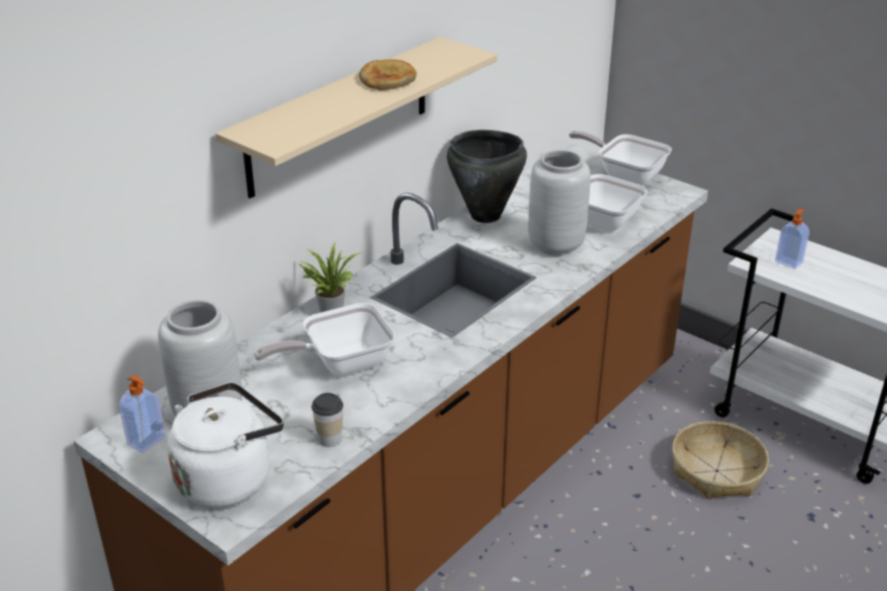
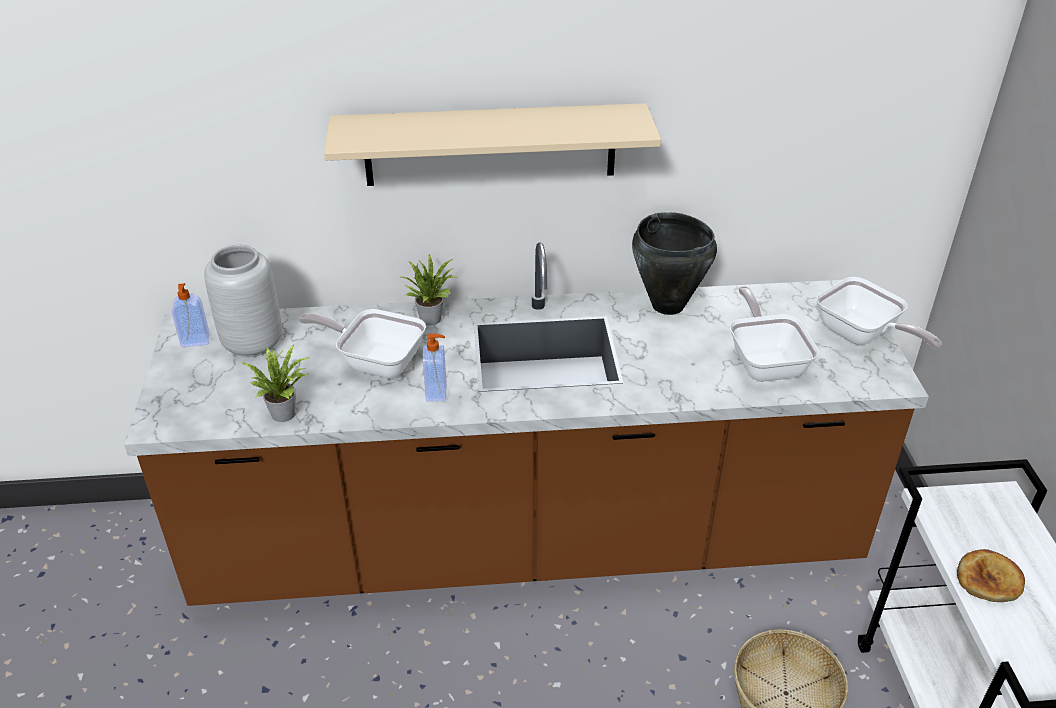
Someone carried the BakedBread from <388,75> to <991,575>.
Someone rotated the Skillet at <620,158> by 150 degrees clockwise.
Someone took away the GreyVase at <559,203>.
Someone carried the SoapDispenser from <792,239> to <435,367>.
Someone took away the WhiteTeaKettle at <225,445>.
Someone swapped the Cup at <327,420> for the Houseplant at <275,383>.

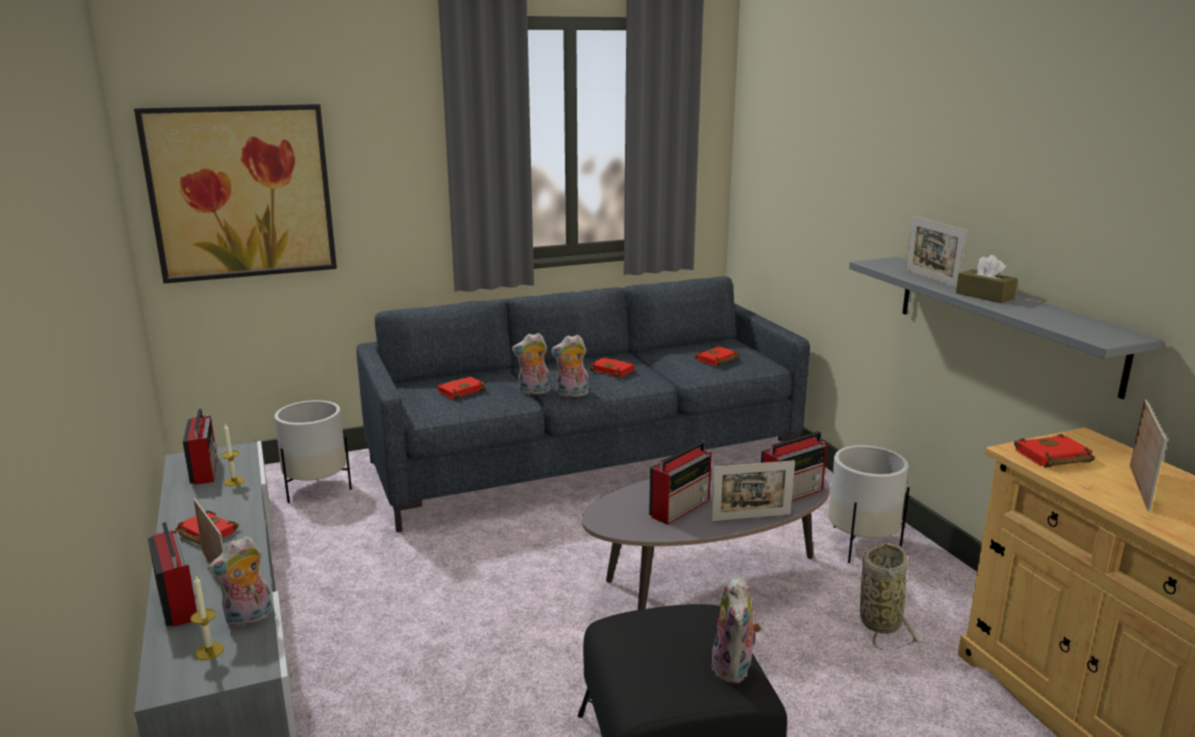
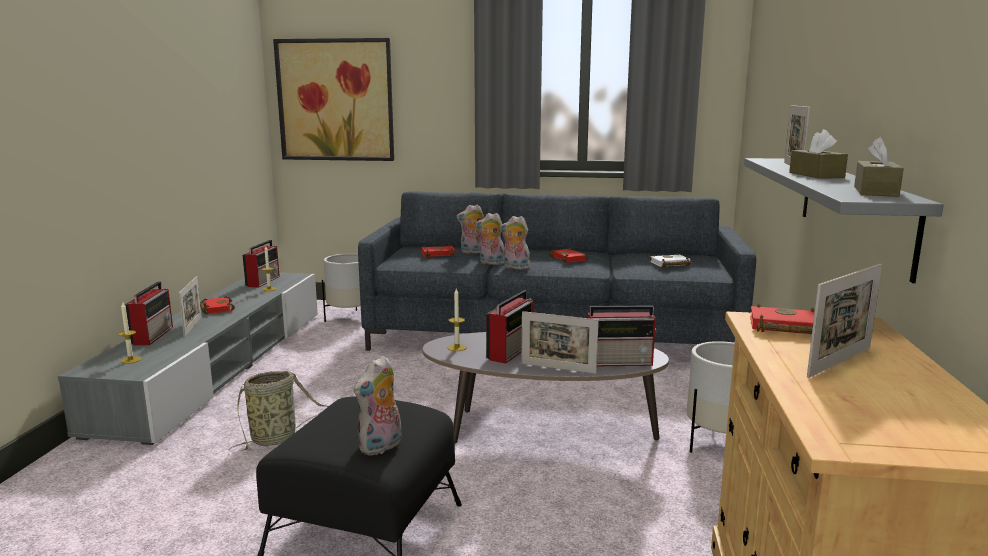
Someone repainted the RedBoundBook at <717,355>, which became the WhiteBoundBook at <670,260>.
Someone rotated the RadioSet at <680,483> by 45 degrees counterclockwise.
Someone carried the CuddlyToy from <240,581> to <470,229>.
Someone carried the Basket from <890,596> to <279,411>.
Someone put down the BrownTissueBox at <879,167>.
Someone put down the Candle at <457,320>.

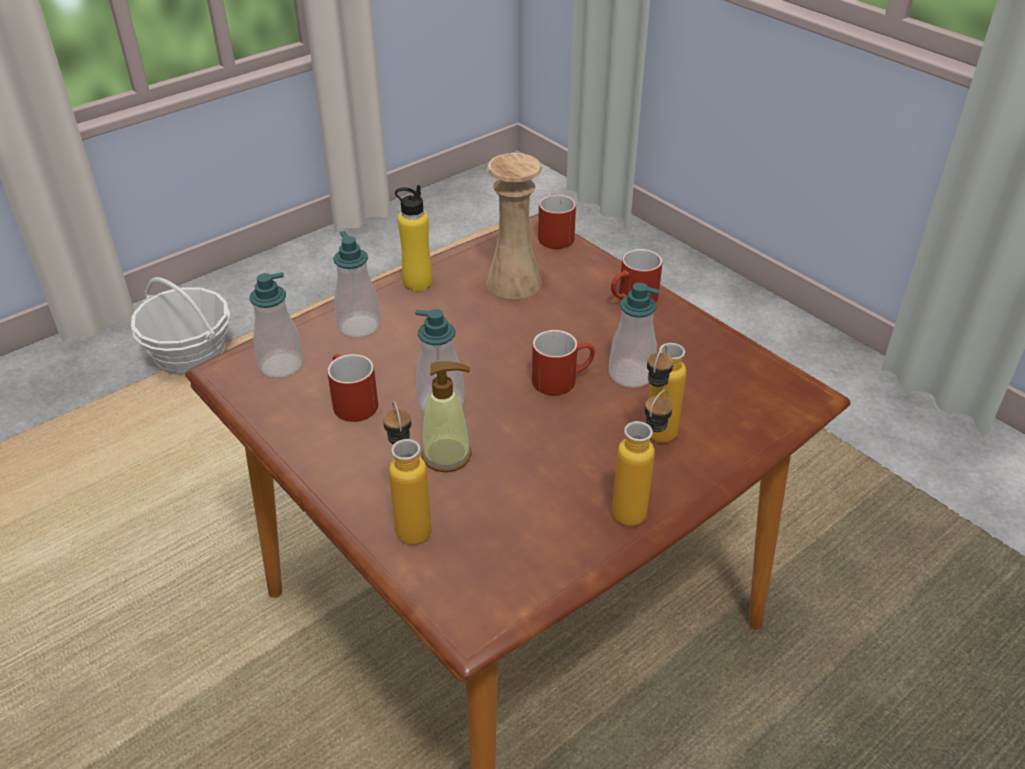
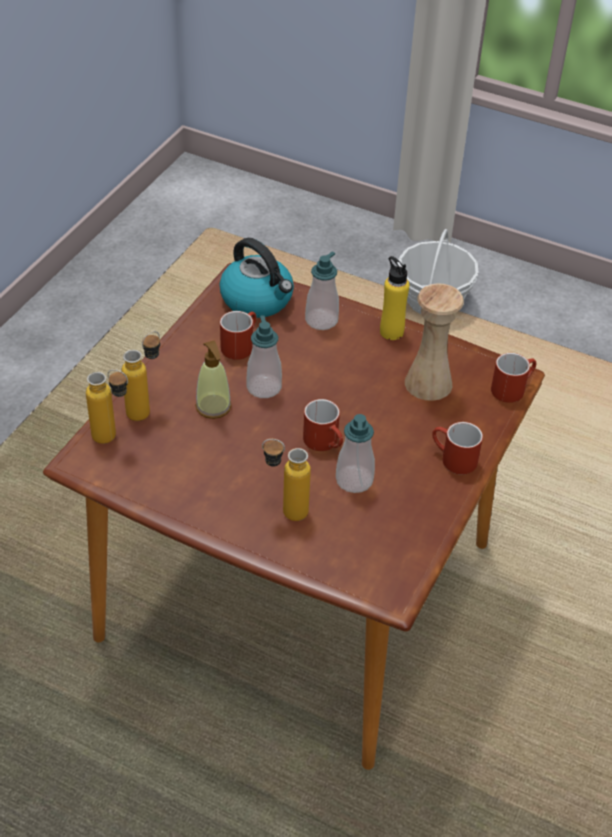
Someone swapped the SoapDispenser at <276,325> for the TeaKettle at <256,278>.
Someone carried the BeverageBottle from <642,458> to <107,406>.

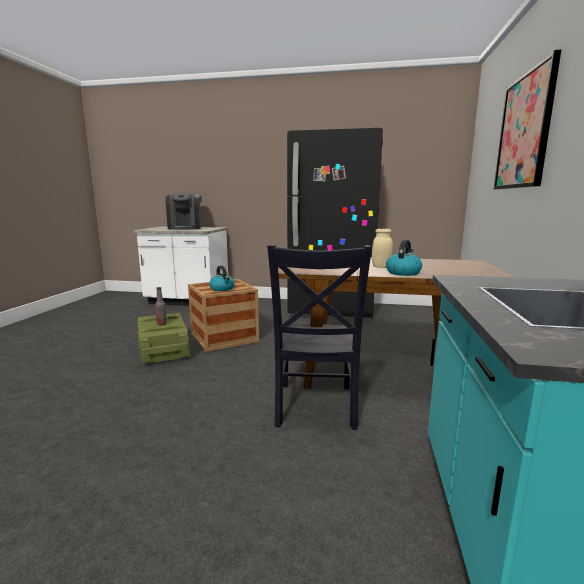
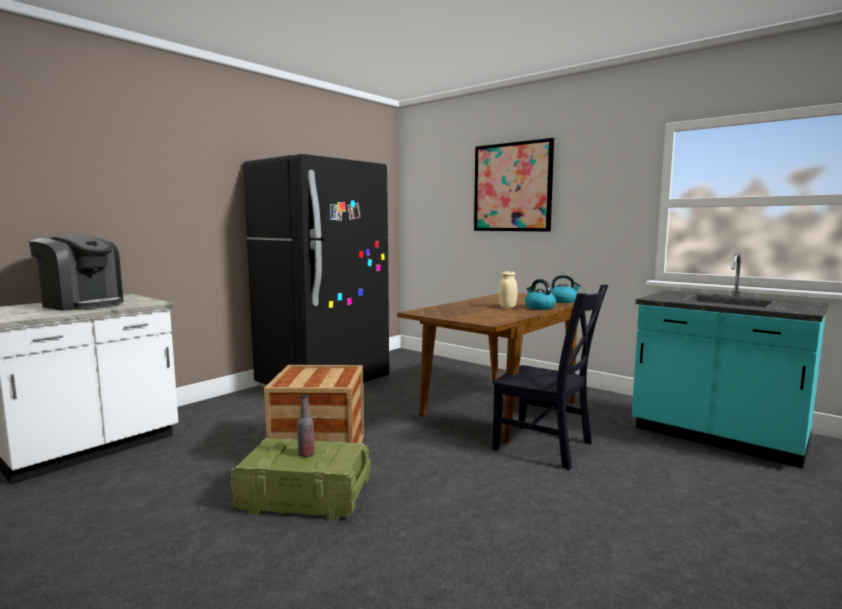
Someone carried the TeaKettle from <222,278> to <565,289>.

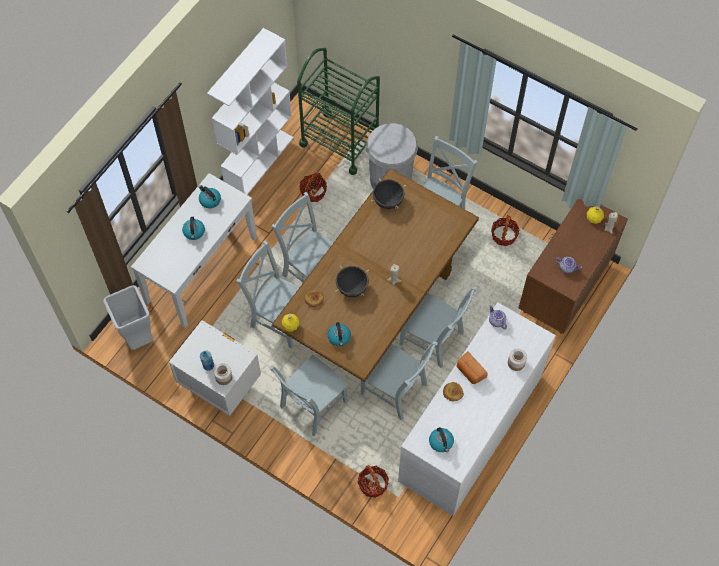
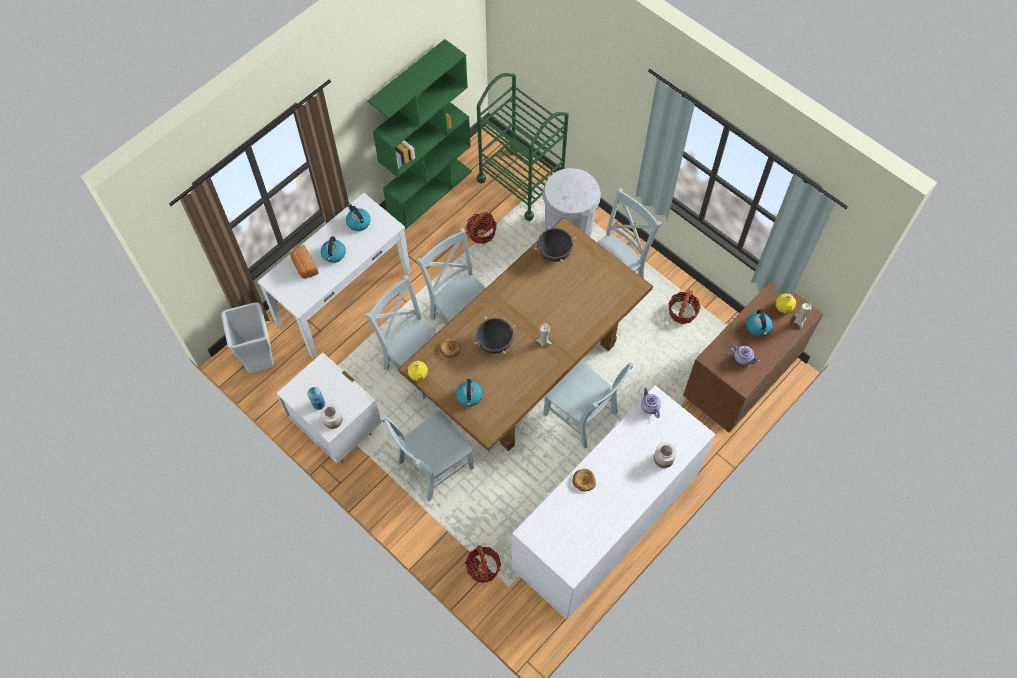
Someone repainted the WhiteBookshelf at <250,111>, which became the GreenishBookshelf at <419,134>.
Someone took away the GreyPlainChair at <399,380>.
Someone carried the BakedBread from <472,368> to <304,262>.
Someone carried the TeaKettle from <441,439> to <759,323>.

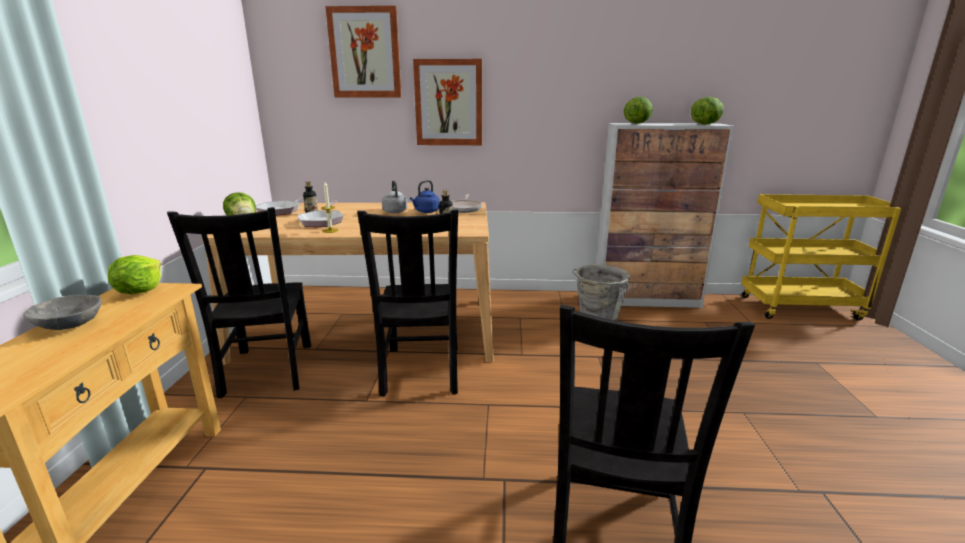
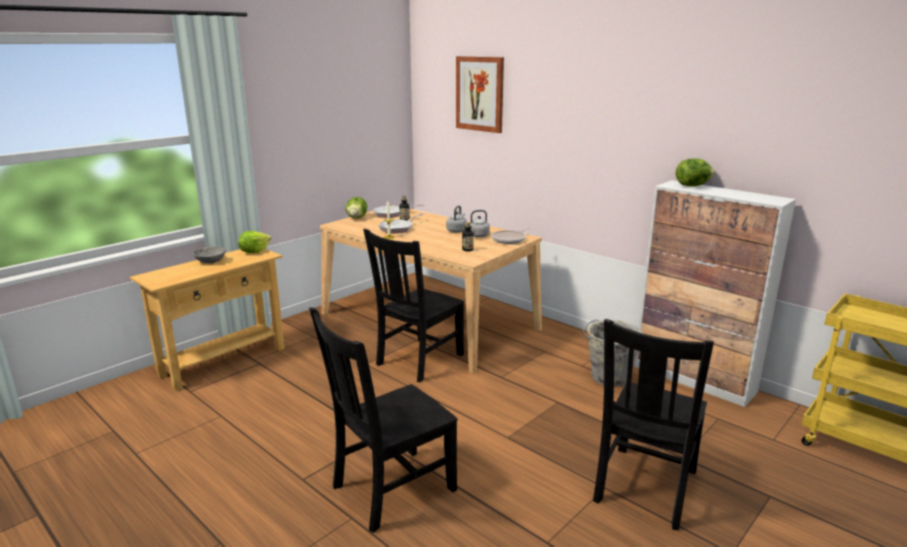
Someone took away the Picture at <447,102>.
Someone took away the LettuceHead at <707,110>.
Someone repainted the BlueTeaKettle at <425,196>, which became the GreyTeaKettle at <476,224>.
Someone carried the BlackColouredPlainChair from <239,302> to <653,425>.

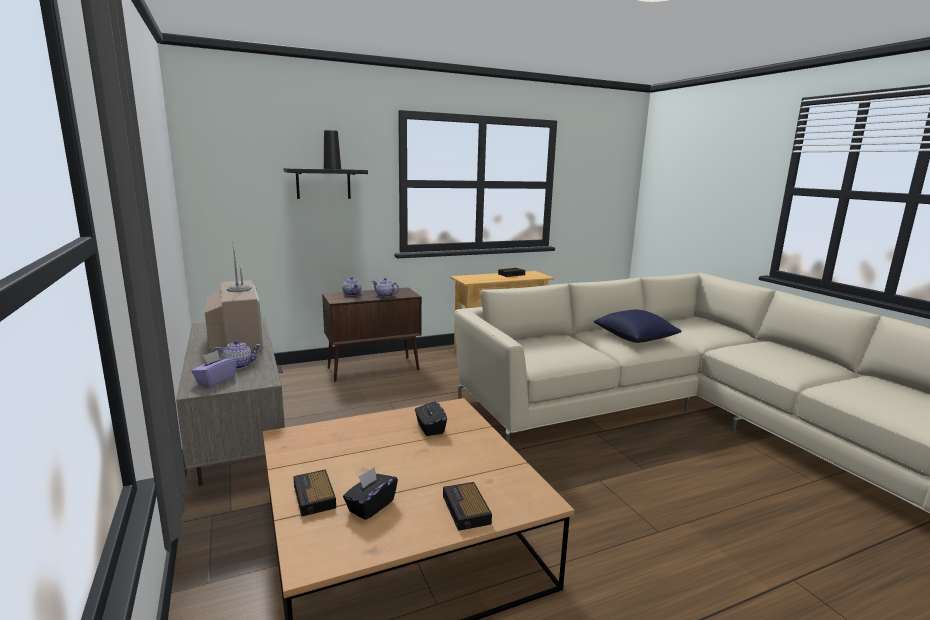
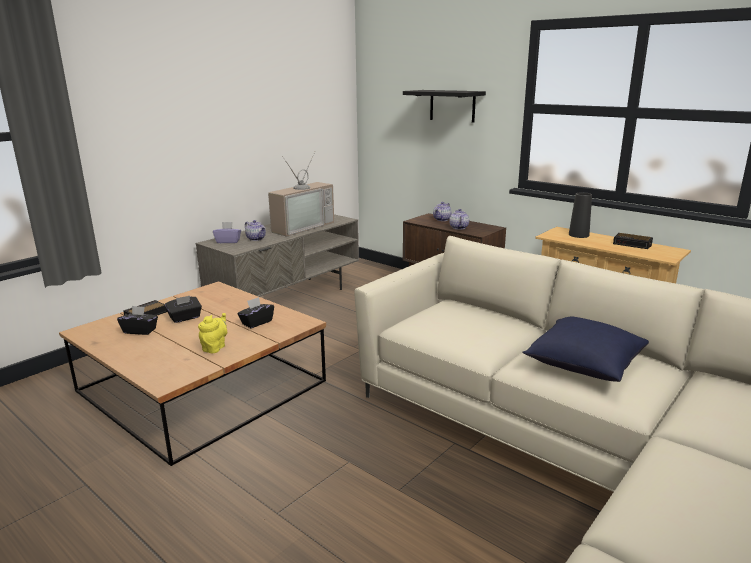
Someone carried the BlackColouredVase from <332,149> to <580,215>.
Someone took away the AlarmClock at <467,506>.
Someone put down the BlackColouredTissueBox at <183,309>.
Someone put down the YellowColouredTeaPot at <212,333>.

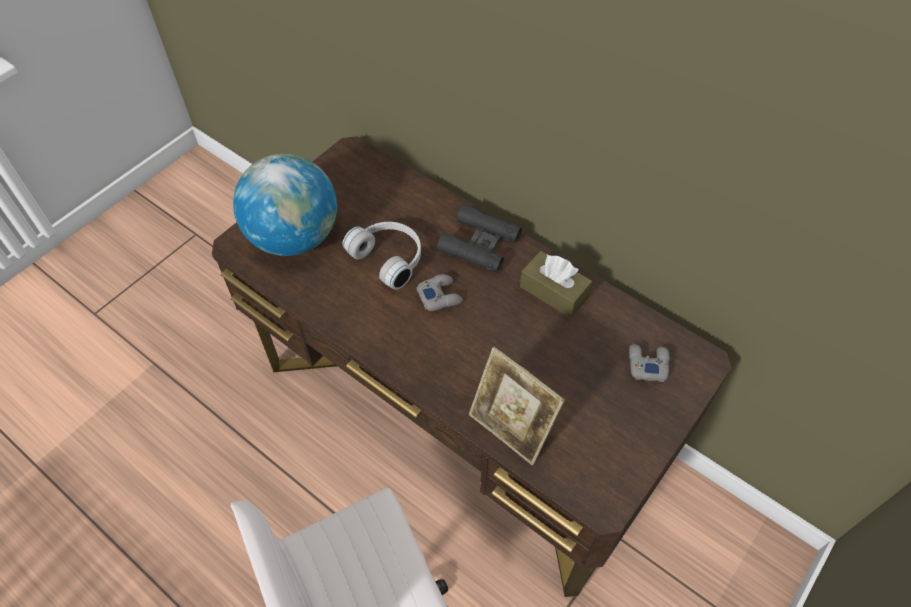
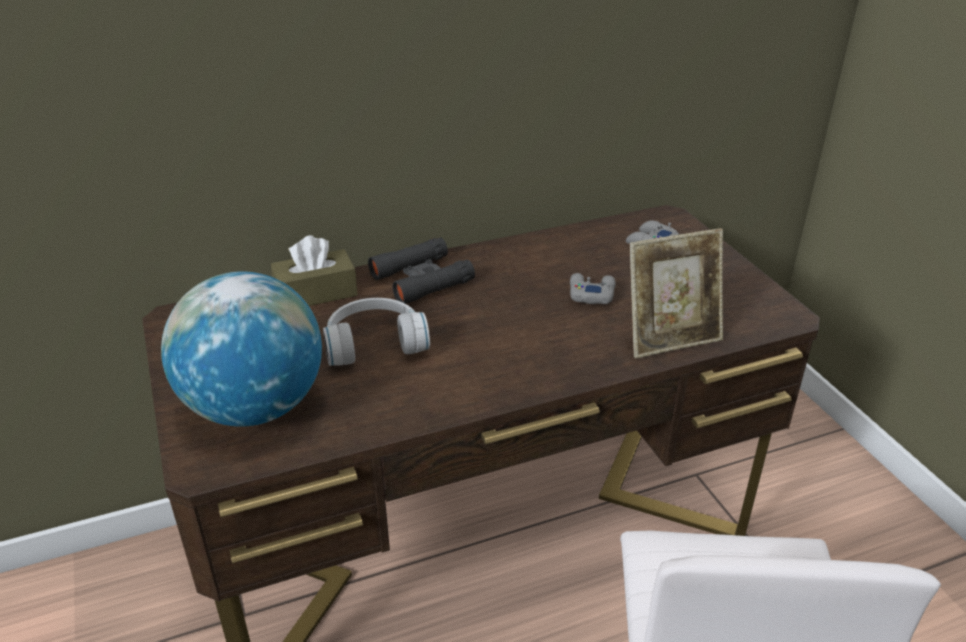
Someone carried the BrownTissueBox from <556,284> to <314,270>.
Someone carried the GreyJoypad from <439,292> to <592,288>.

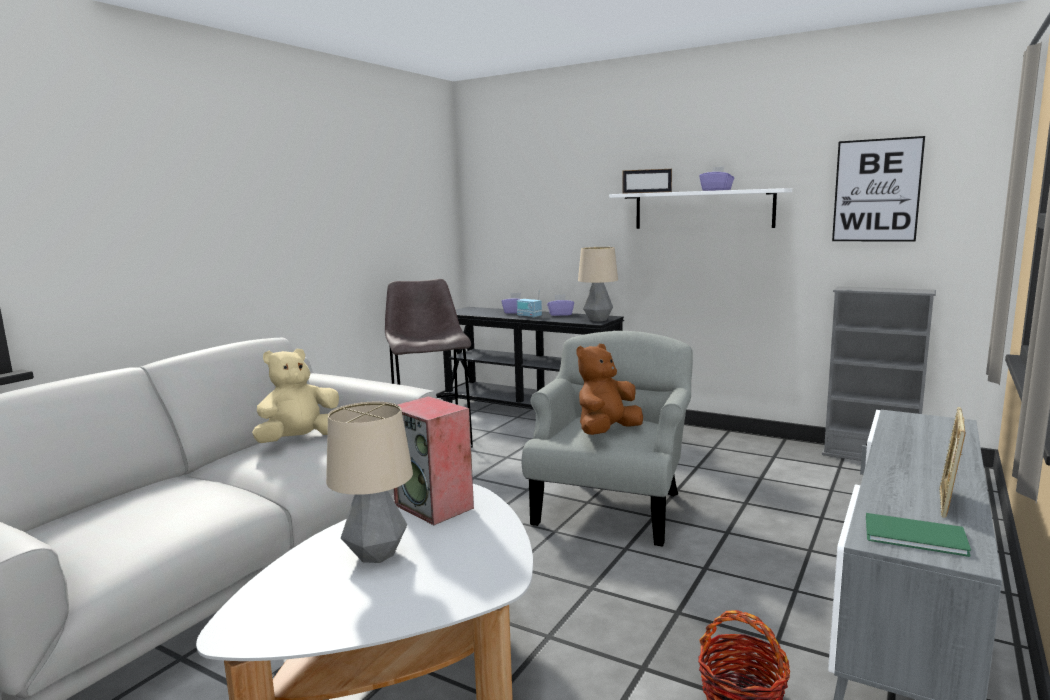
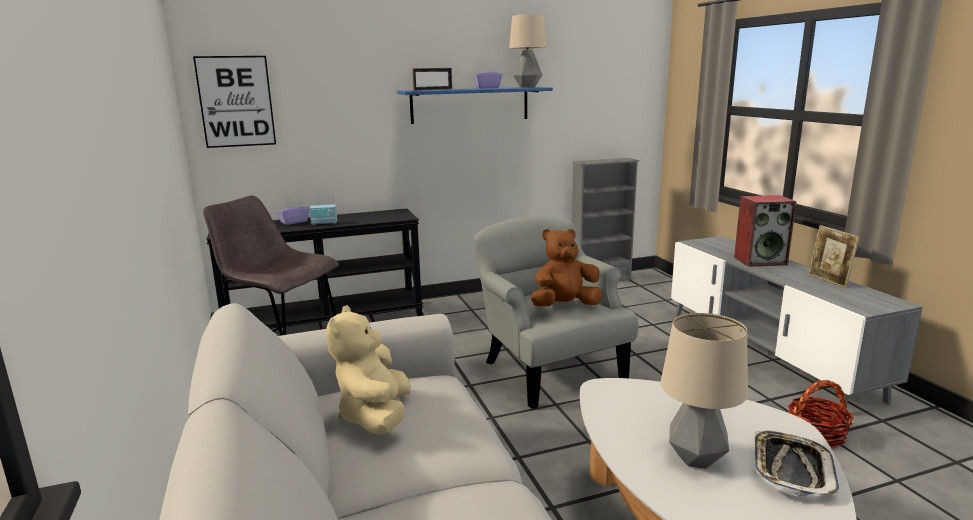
Someone carried the Picture from <878,189> to <234,102>.
Someone repainted the WhiteWallShelf at <700,208>, which became the BlueWallShelf at <475,105>.
Someone carried the TabletopLamp from <598,284> to <528,51>.
Someone took away the PurpleTissueBox at <560,305>.
Someone rotated the BrownCuddlyToy at <610,389> by 75 degrees clockwise.
Someone carried the Loudspeaker from <434,460> to <765,231>.
Someone took away the GreenishBoundBook at <918,535>.
Someone put down the CarryingTray at <797,464>.

